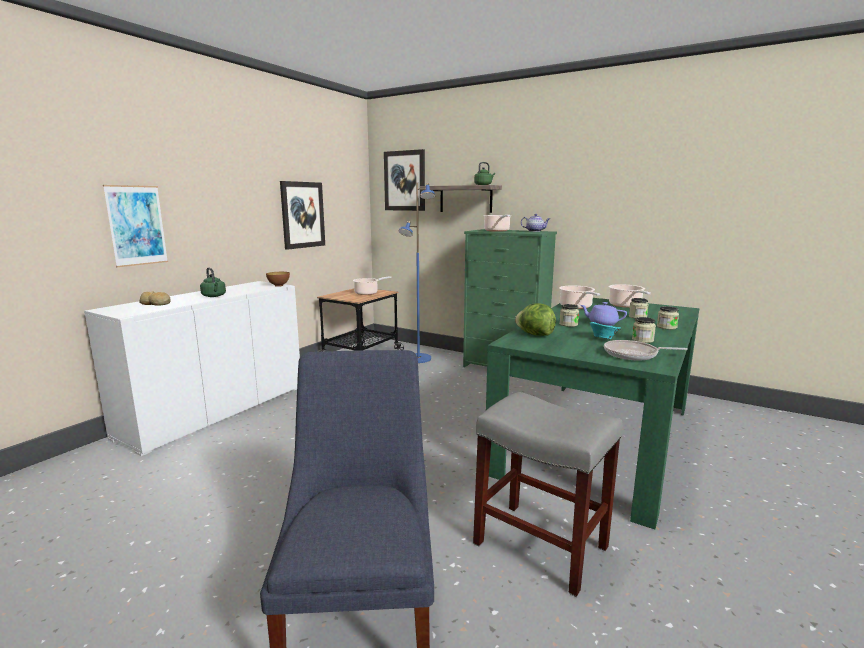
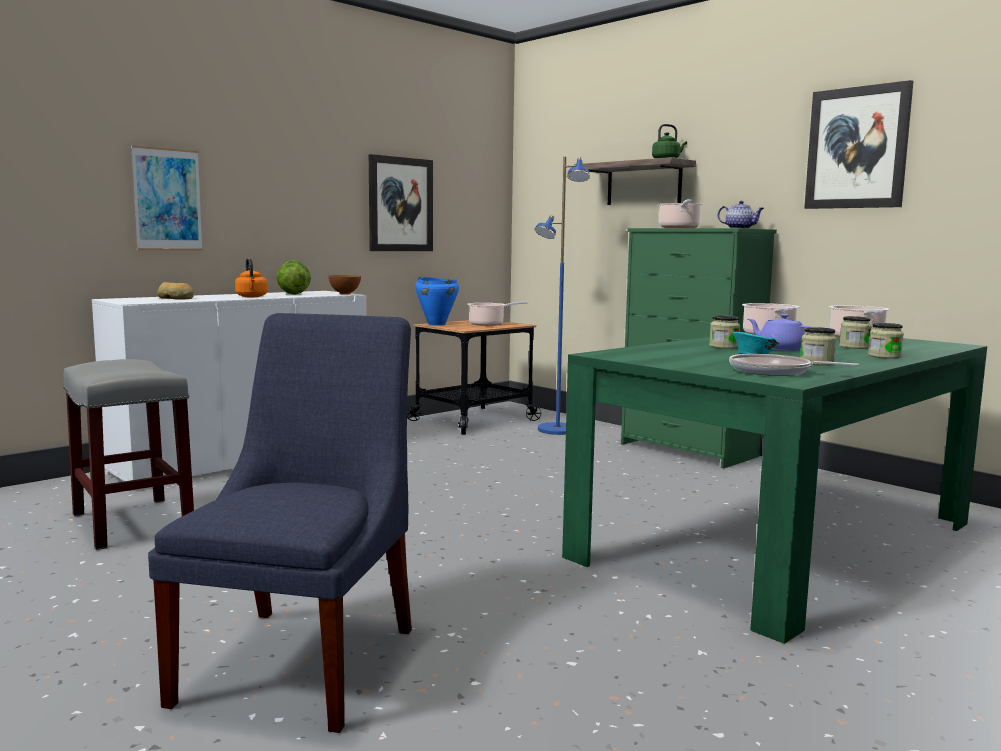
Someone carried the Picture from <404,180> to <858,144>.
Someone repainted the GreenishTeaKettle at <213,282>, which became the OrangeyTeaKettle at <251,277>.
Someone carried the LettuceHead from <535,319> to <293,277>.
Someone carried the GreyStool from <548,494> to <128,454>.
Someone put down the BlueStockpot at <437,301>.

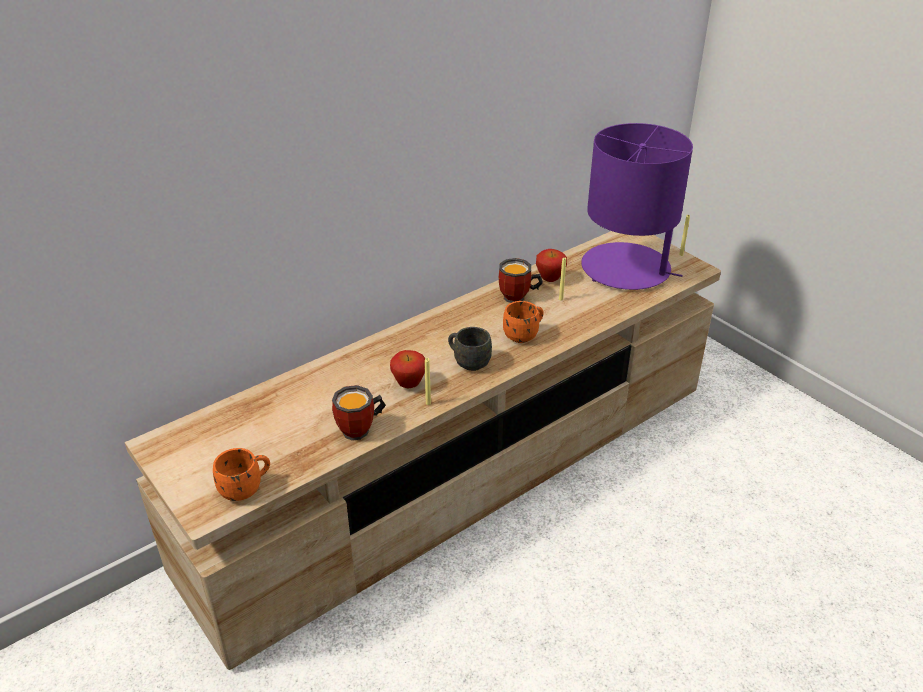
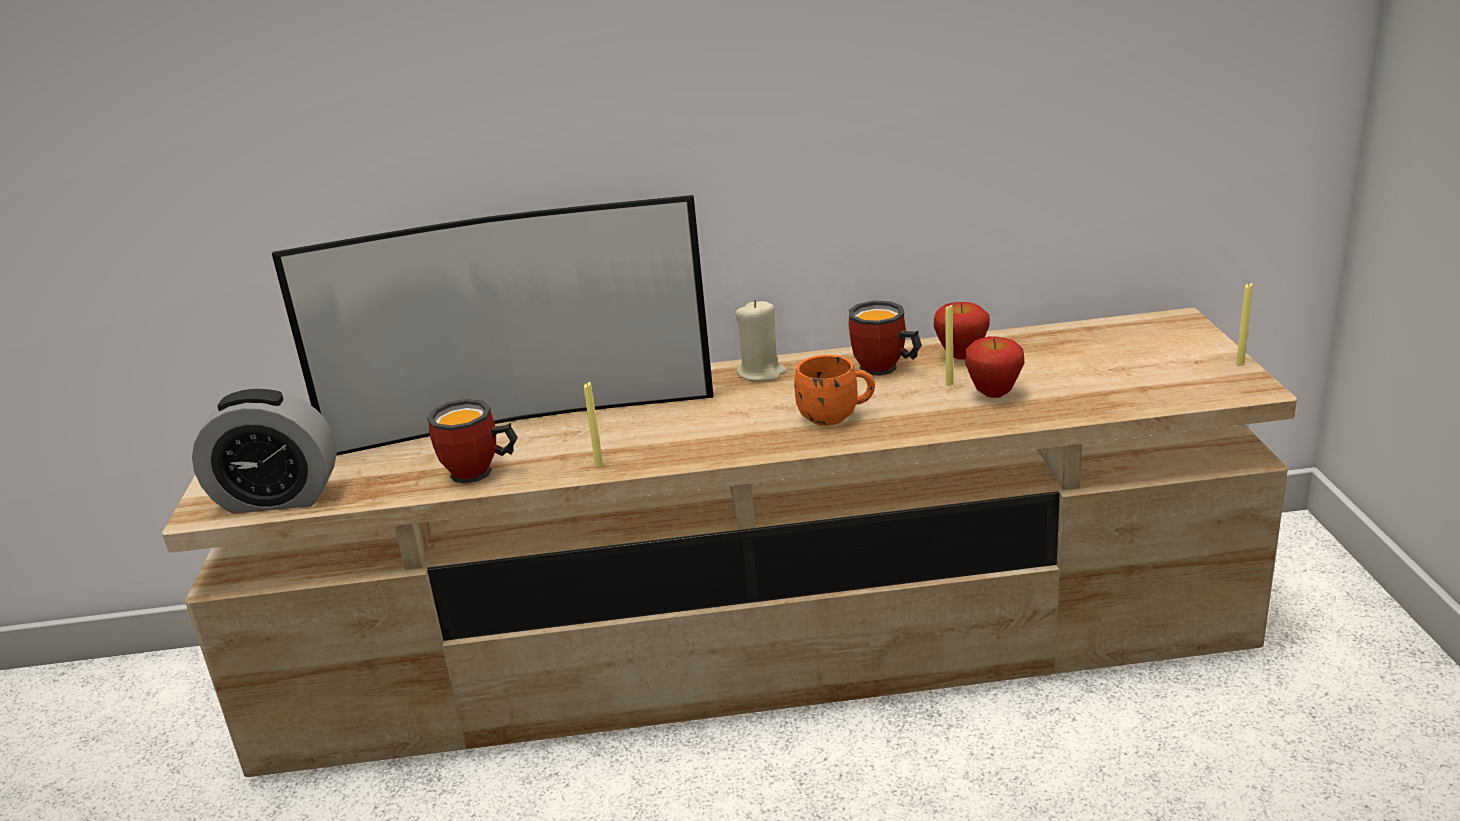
Someone took away the PurpleTabletopLamp at <637,206>.
Someone took away the GreyMug at <470,349>.
Someone carried the Apple from <407,369> to <995,367>.
Someone swapped the OrangeyMug at <241,474> for the AlarmClock at <264,451>.
Someone put down the Television at <493,325>.
Someone put down the BeigeCandle at <761,340>.

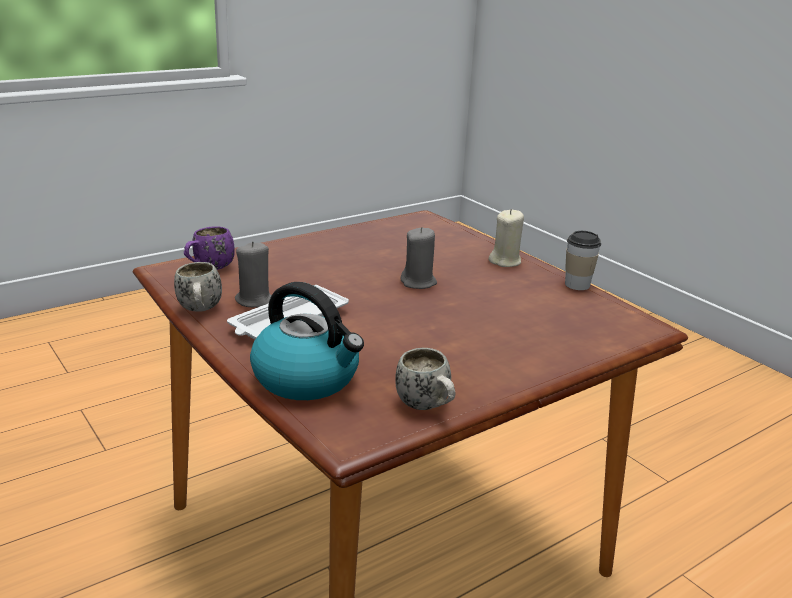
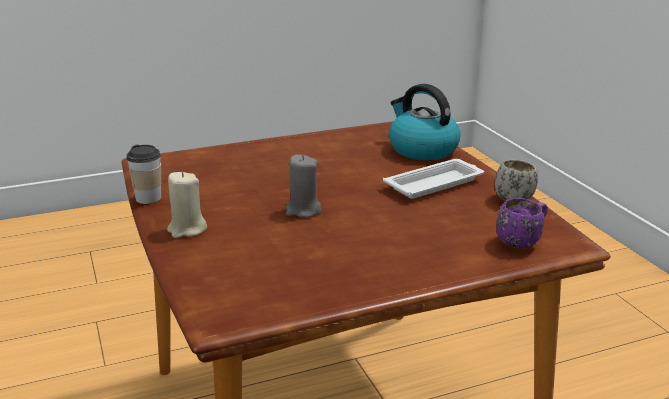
Someone took away the GreyCandle at <253,274>.
Someone took away the WhiteMug at <425,379>.

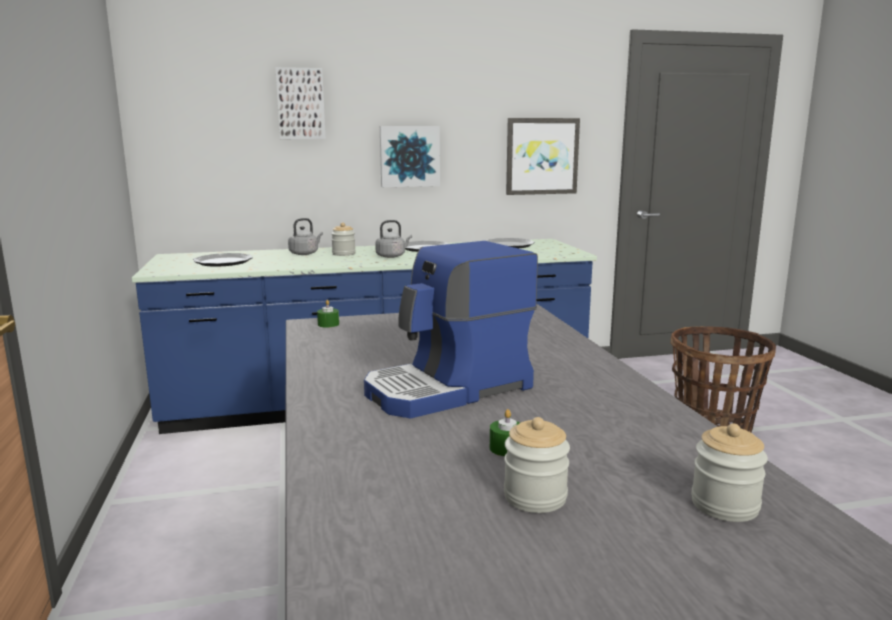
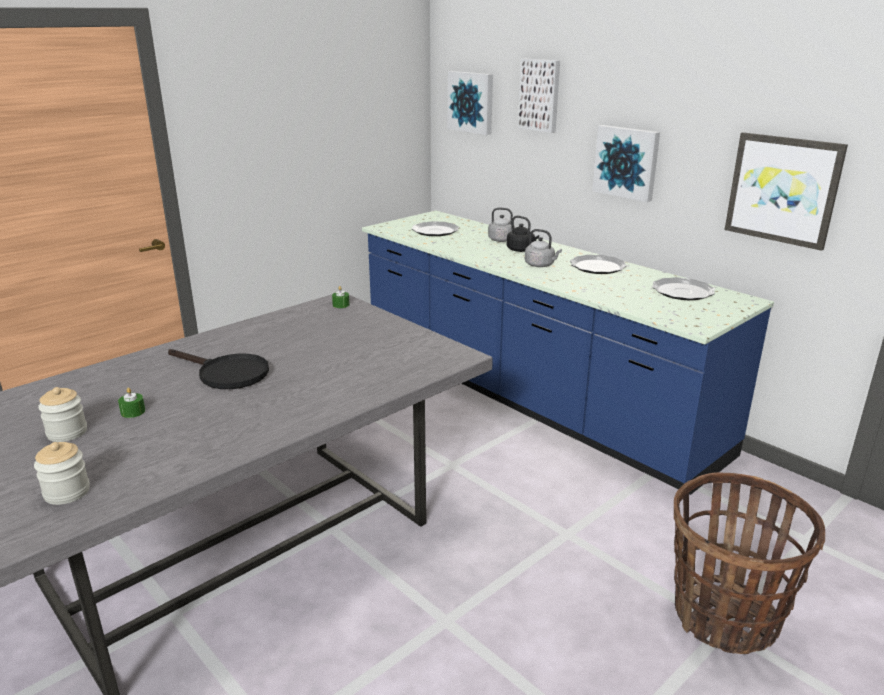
Someone swapped the PreserveJar at <343,239> for the BlackColouredTeaKettle at <523,233>.
Someone swapped the CoffeeMaker at <451,329> for the BlackColouredSkillet at <218,369>.
Someone put up the Picture at <470,103>.

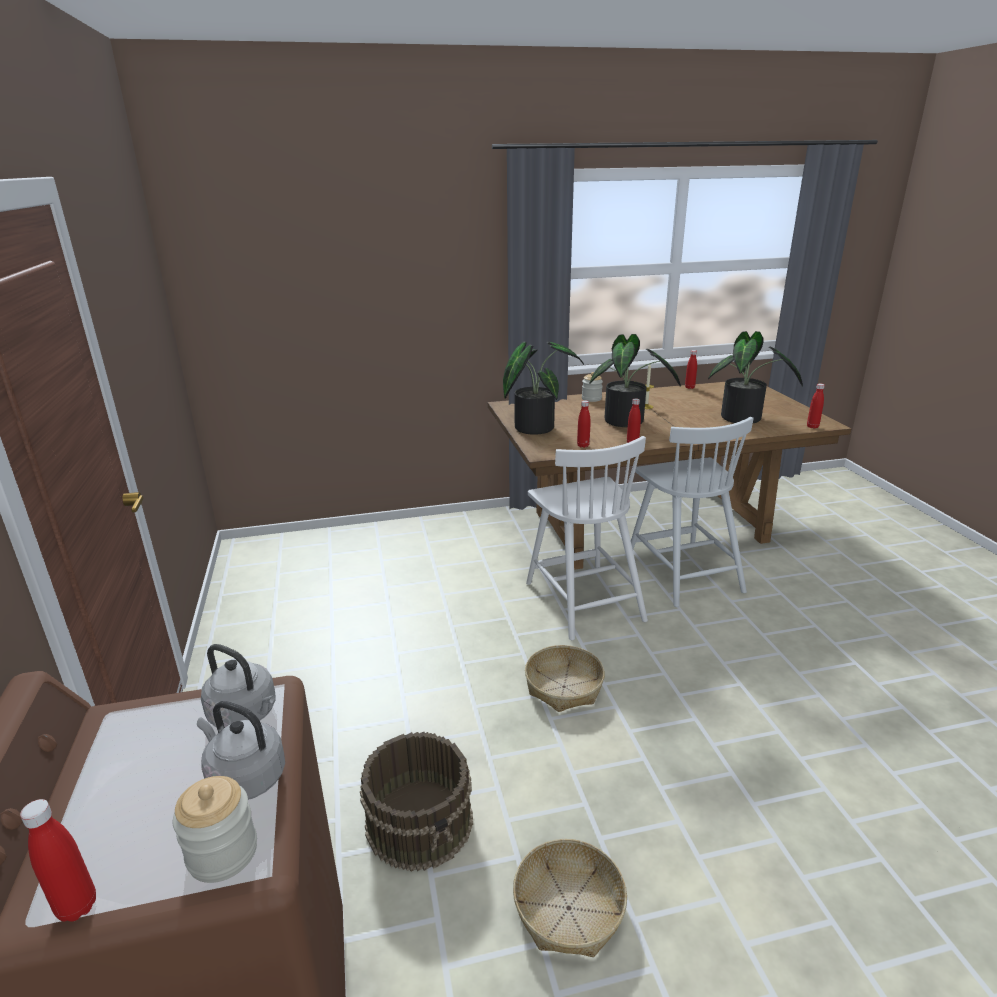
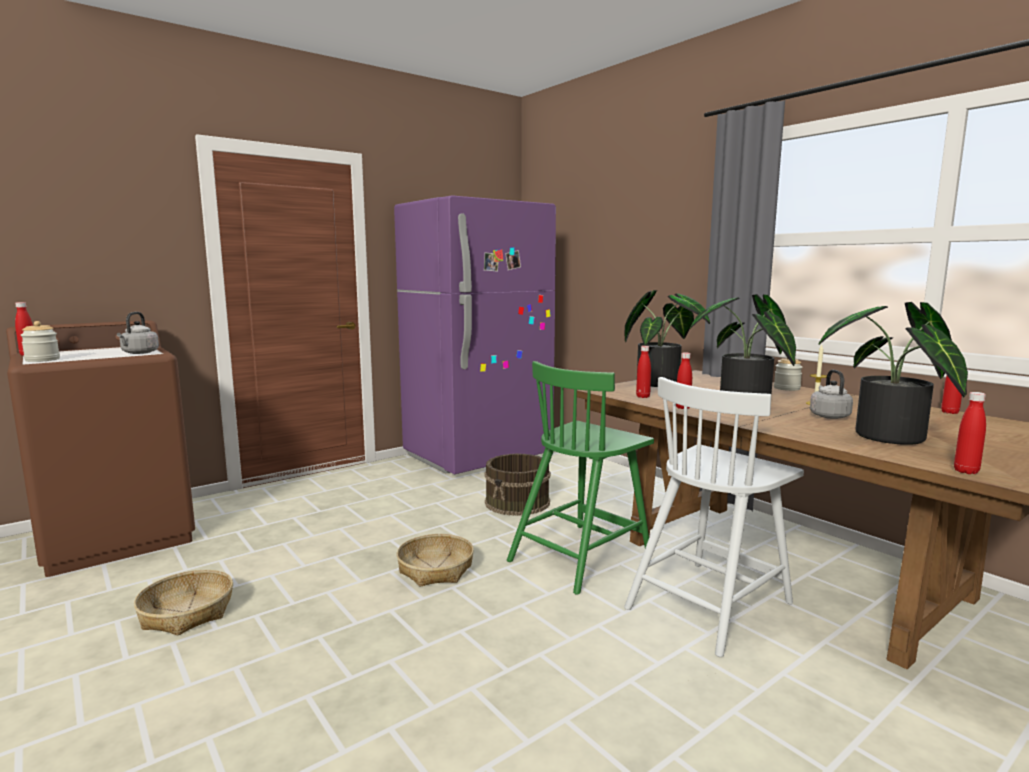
Someone repainted the WhitePlainChair at <587,538>, which became the GreenishPlainChair at <580,478>.
Someone carried the GreyTeaKettle from <241,750> to <831,394>.
Someone carried the BrownBucket from <416,802> to <517,484>.
Someone put down the PurpleFridge at <475,335>.

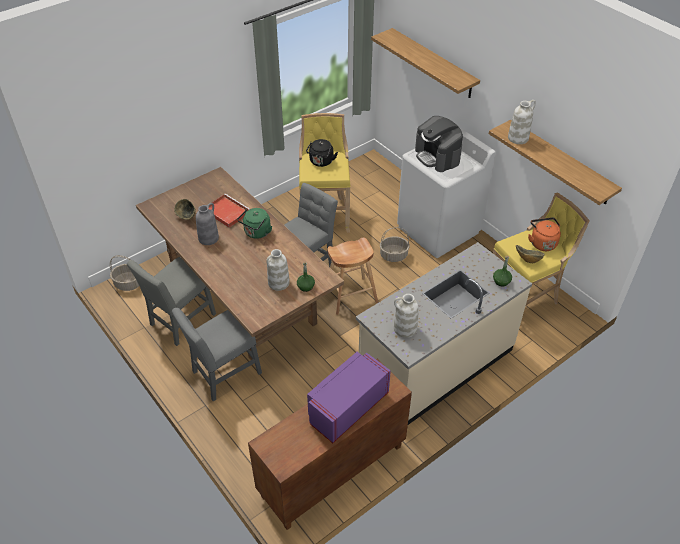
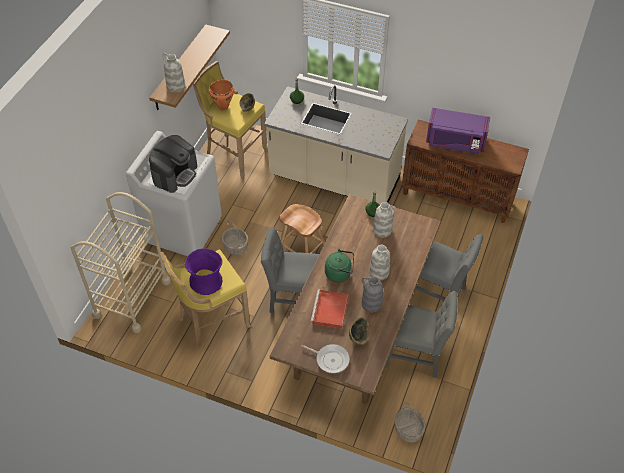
Someone took away the WallShelf at <425,63>.
Someone swapped the BlackColouredTeaKettle at <322,153> for the PurpleVase at <203,271>.
Someone swapped the OrangeyTeaKettle at <544,234> for the OrangeyStockpot at <221,95>.
Someone carried the WhiteVase from <406,316> to <379,262>.
Someone put down the BeigeWheeledCart at <121,262>.
Someone put down the Skillet at <325,358>.

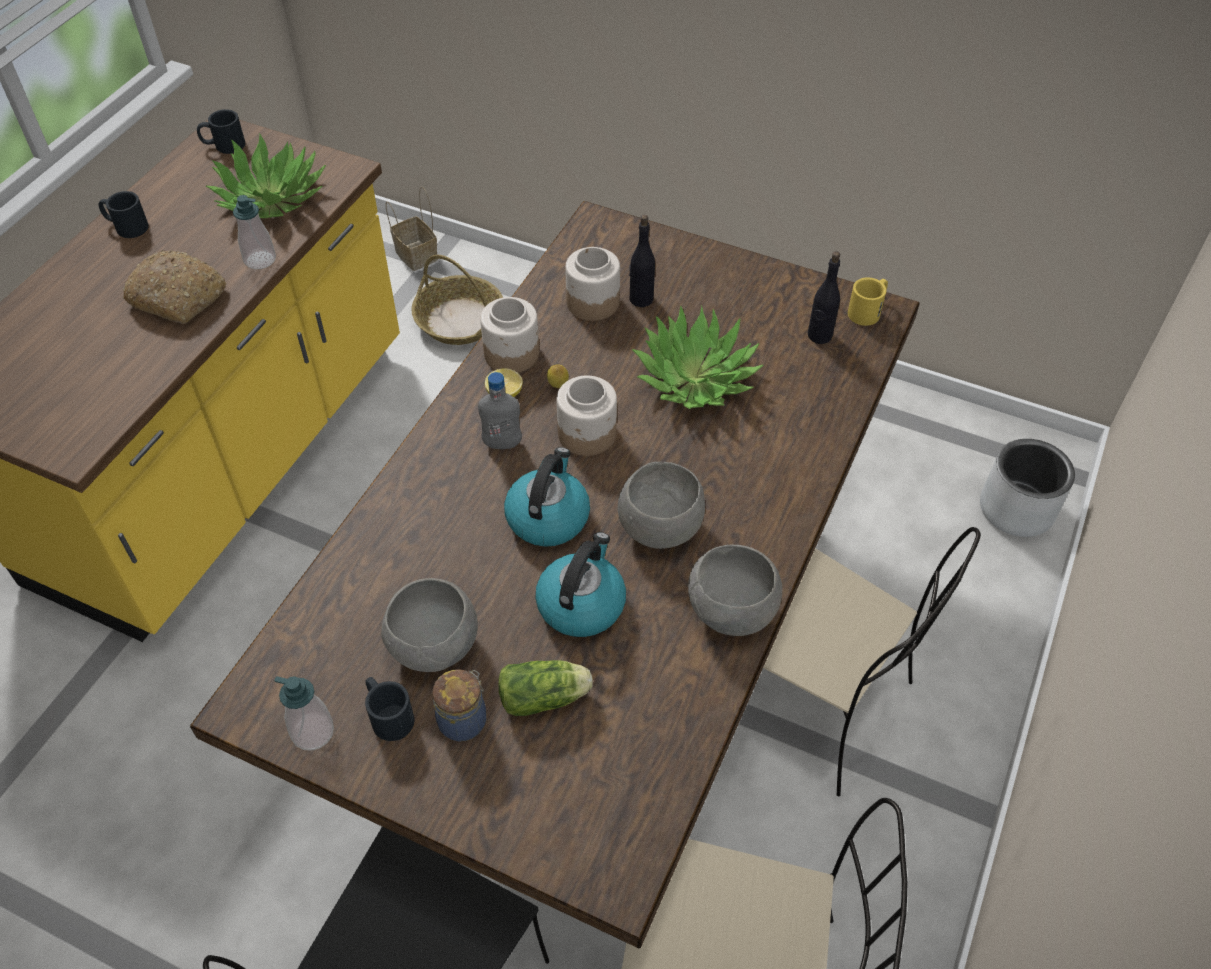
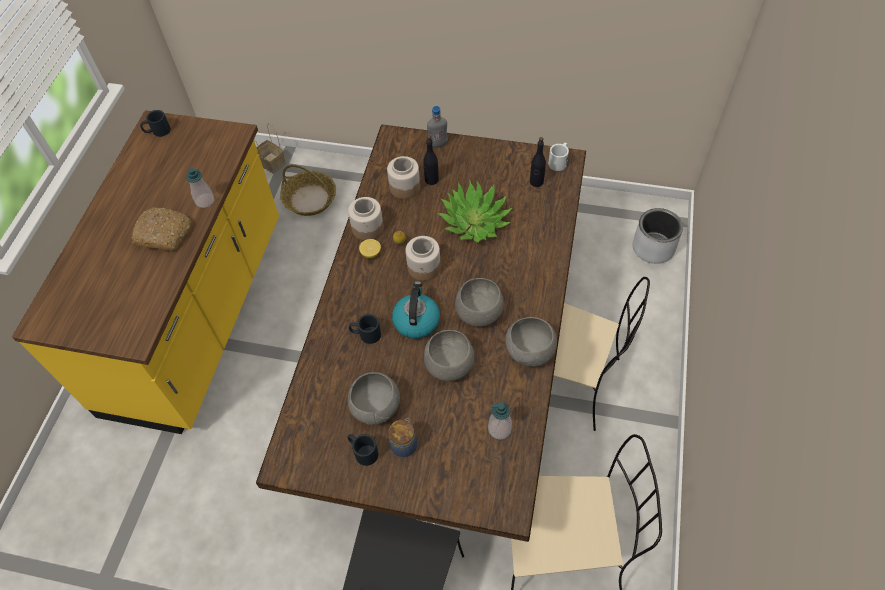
Someone took away the Houseplant at <266,176>.
Someone carried the BlackColouredMug from <123,214> to <365,329>.
Someone repainted the YellowColouredMug at <868,301>, which became the WhiteMug at <558,157>.
Someone carried the GreyBeverageBottle from <500,410> to <437,127>.
Someone swapped the TeaKettle at <580,584> for the GreyServingBowl at <449,355>.
Someone took away the LettuceHead at <545,688>.
Someone carried the SoapDispenser from <304,713> to <500,421>.

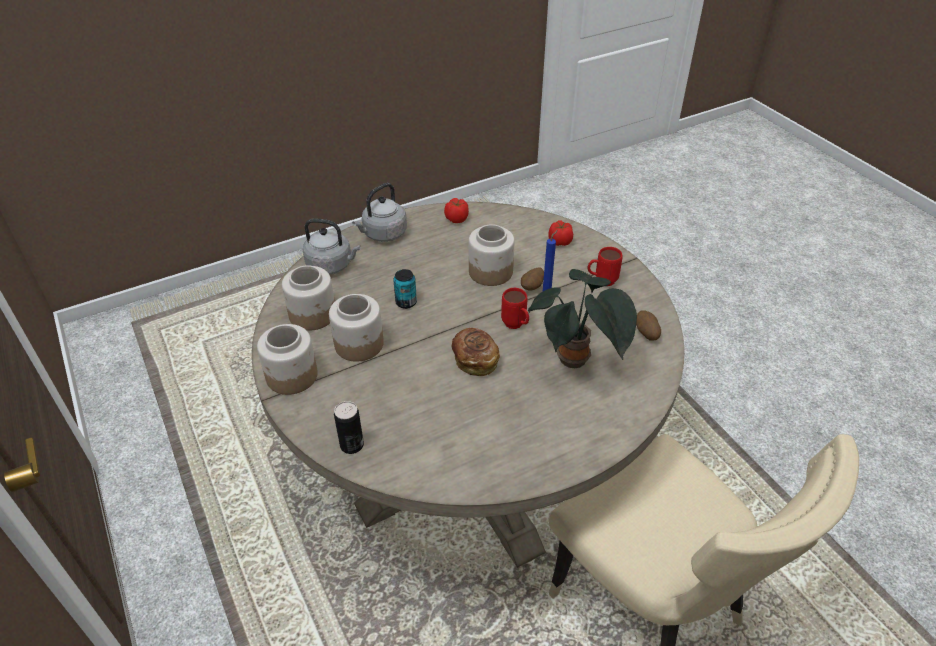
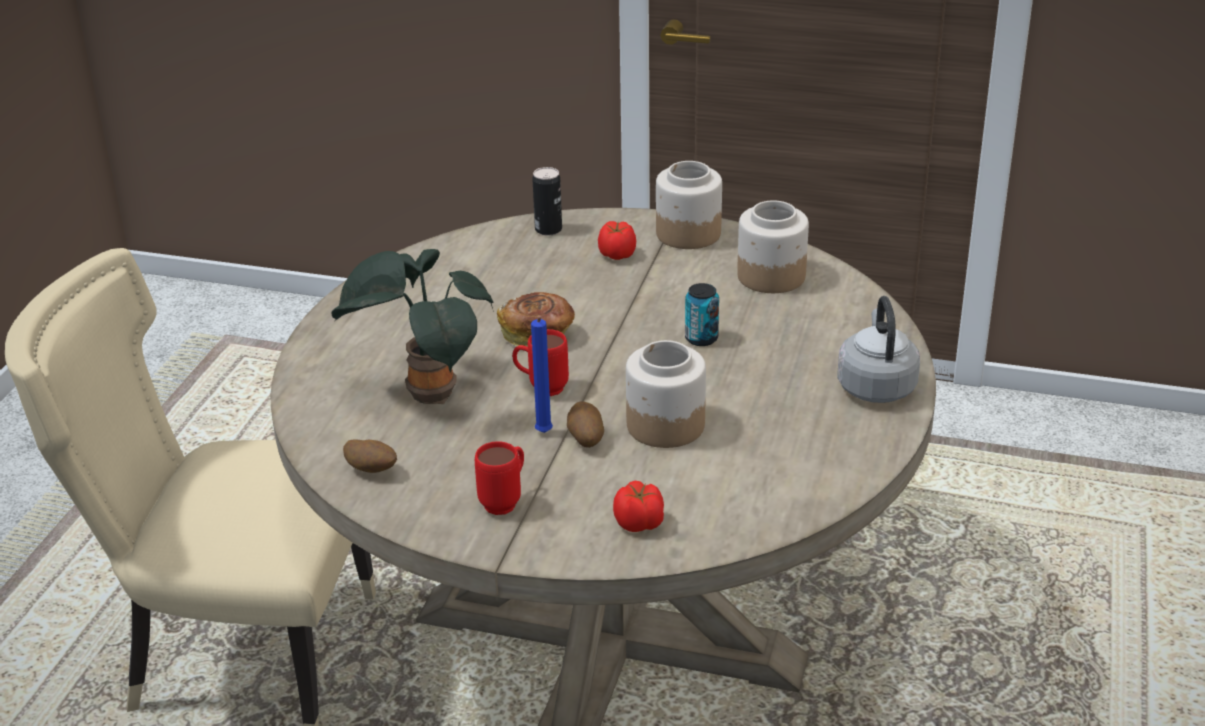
Someone carried the Tomato from <456,210> to <617,240>.
Someone took away the GreyTeaKettle at <331,247>.
Someone took away the PreserveJar at <356,328>.

